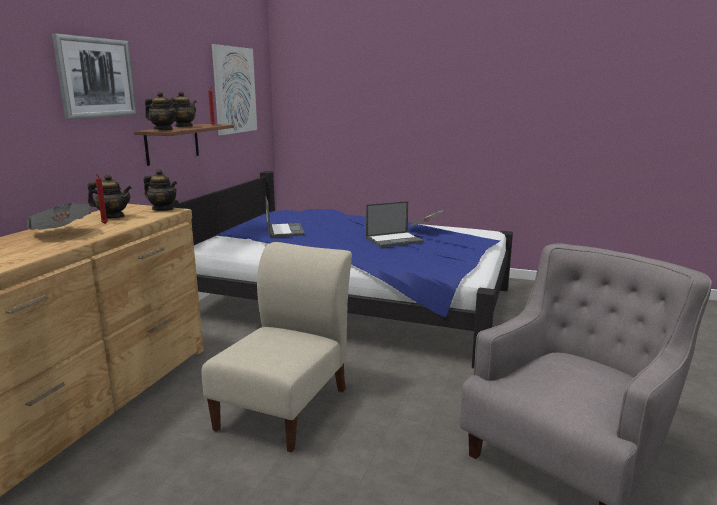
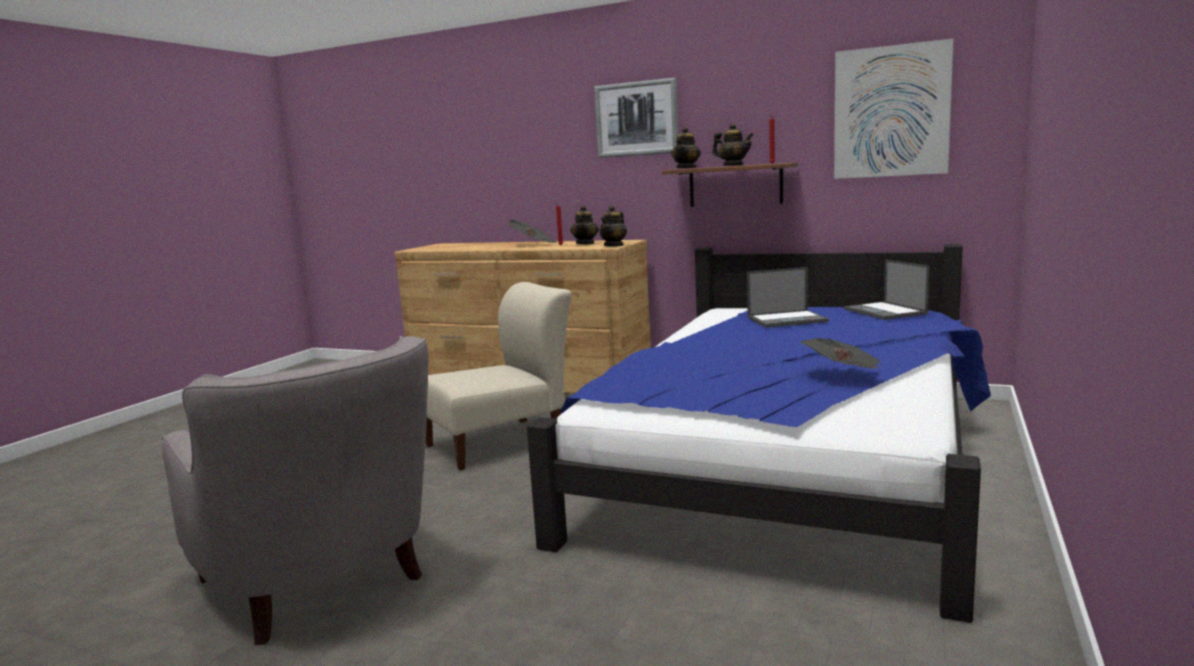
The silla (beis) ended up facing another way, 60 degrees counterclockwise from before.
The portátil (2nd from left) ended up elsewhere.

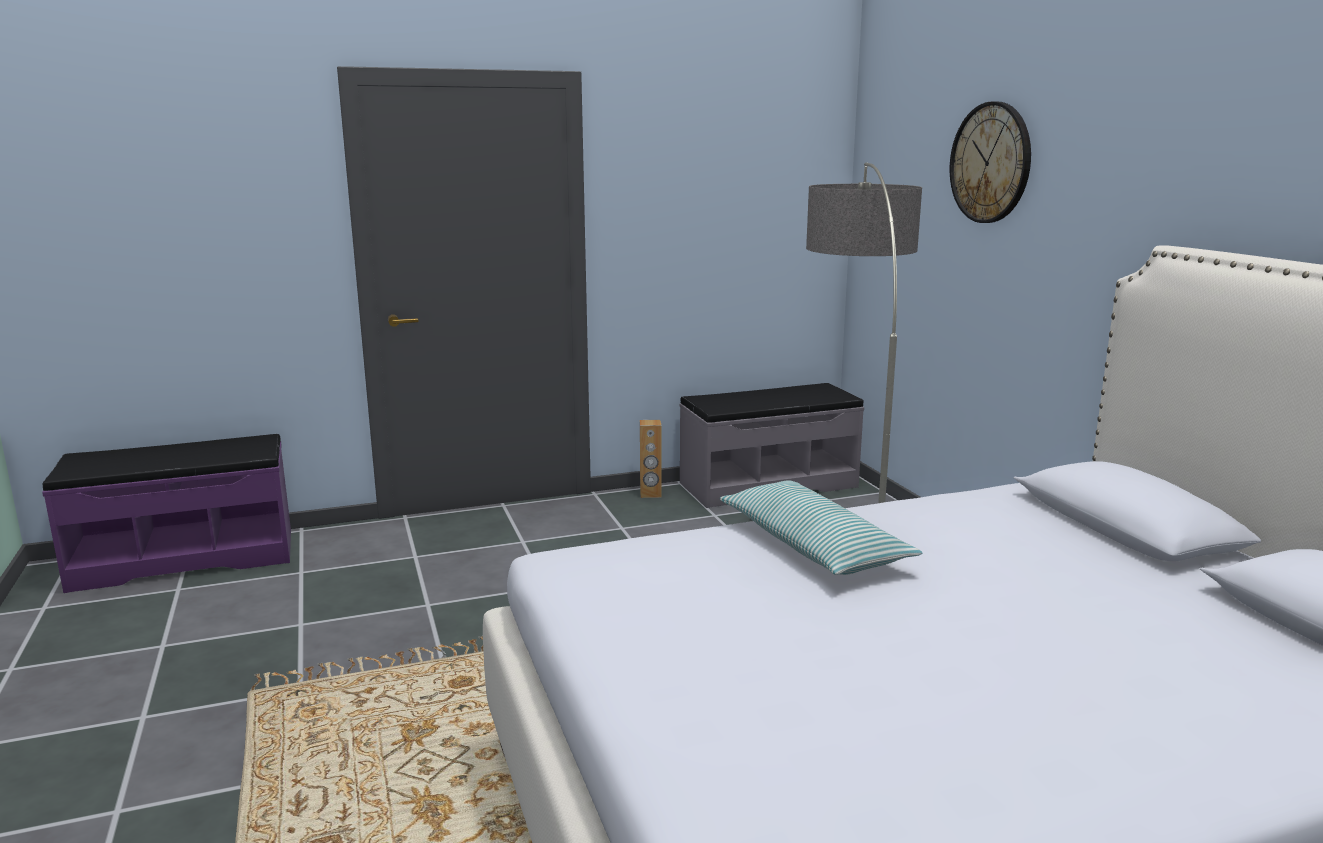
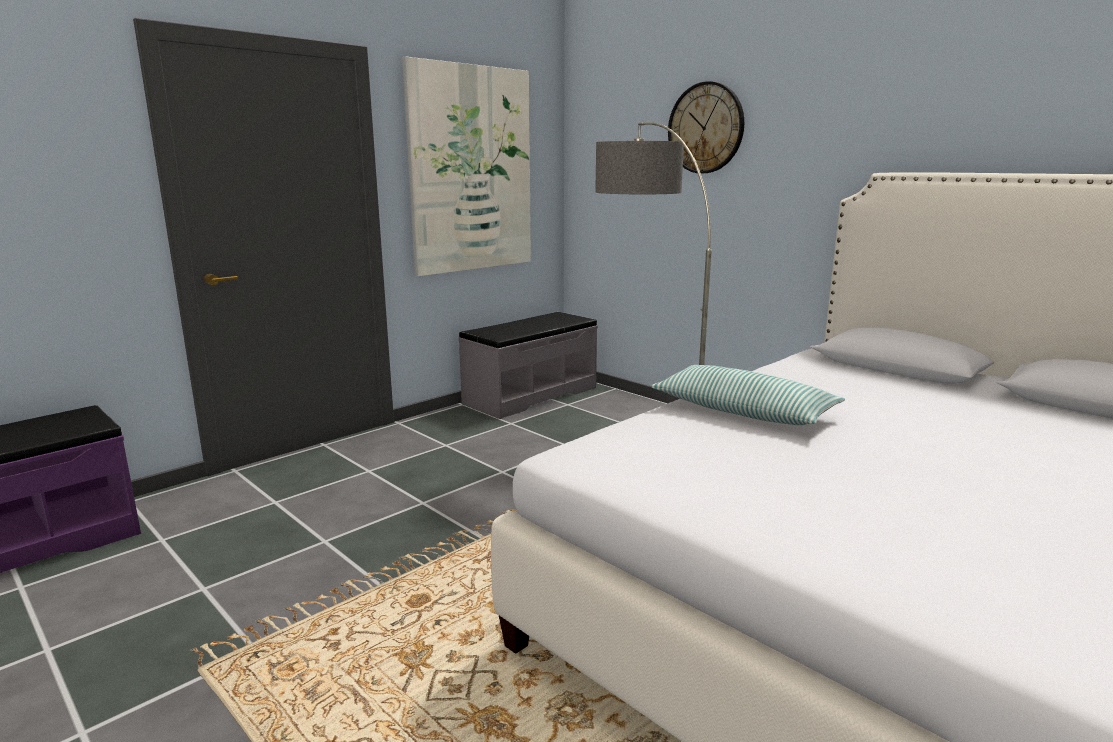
The second view gained the cuadro.
The second view lost the altavoz (marrón).

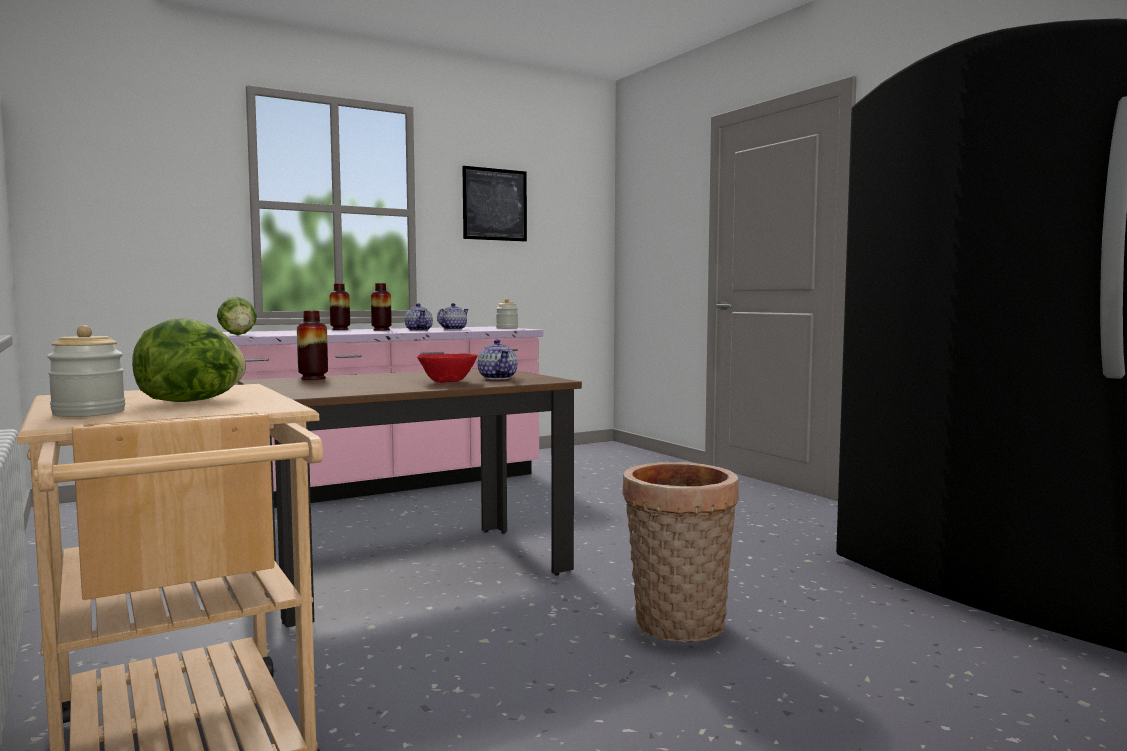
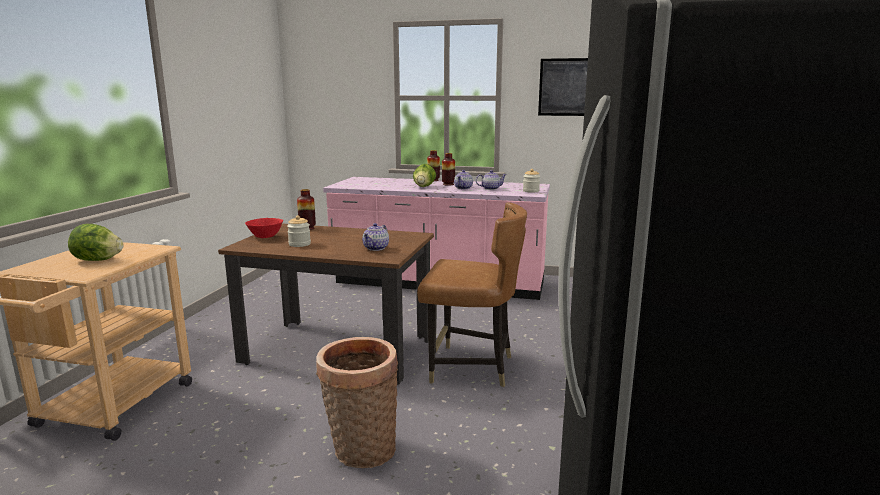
The cuenco (rojo) ended up elsewhere.
The tarro (1st from left) ended up elsewhere.
The lechuga (2nd from left) ended up elsewhere.
The second view gained the silla (marrón).

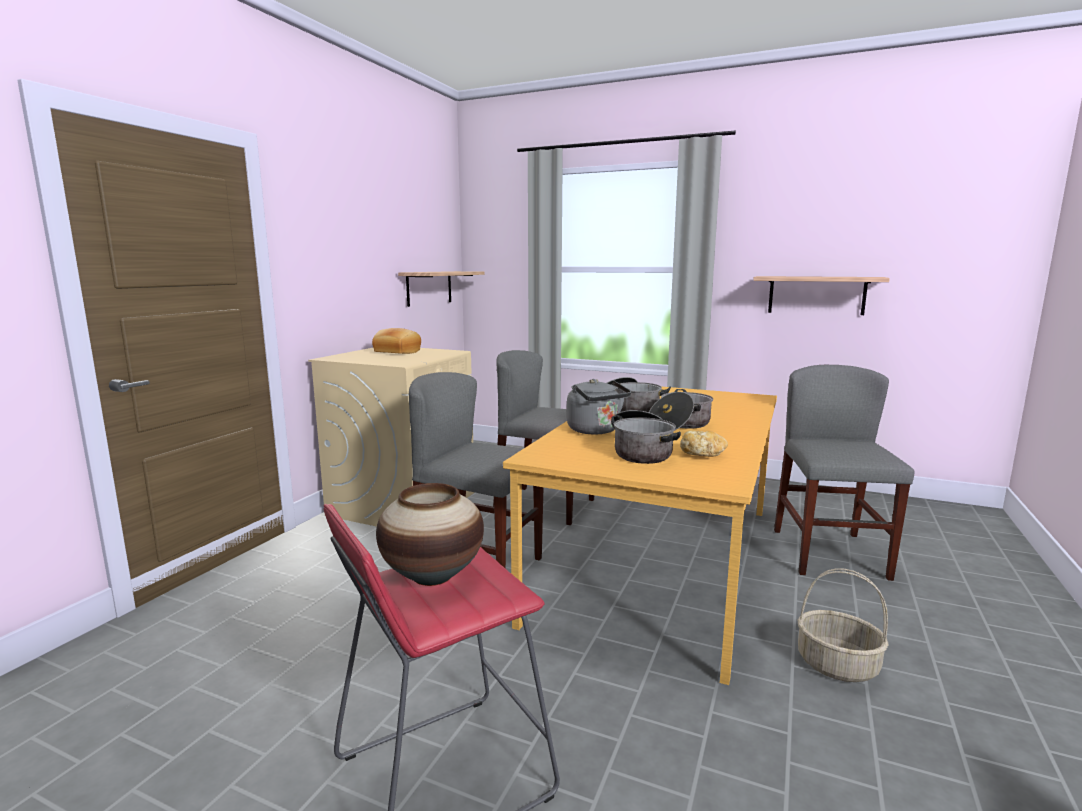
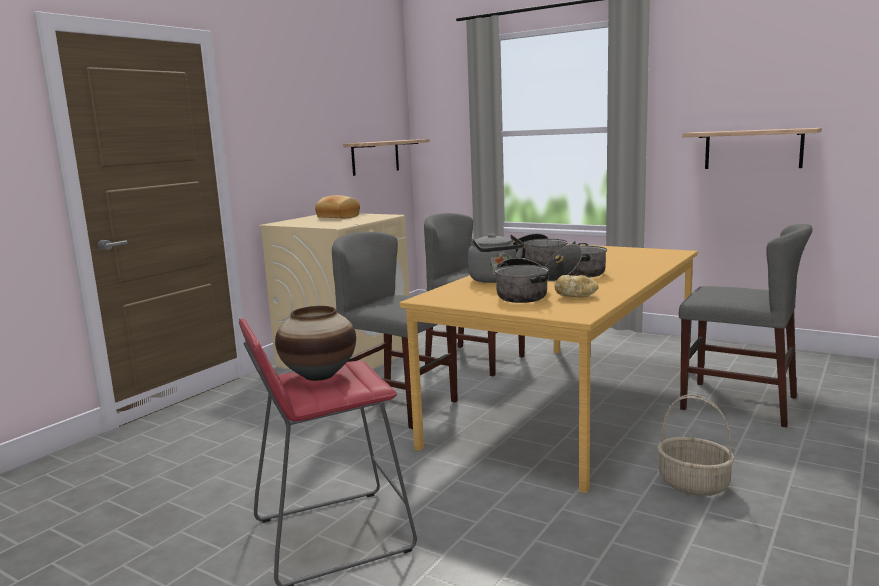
The silla (gris) (3rd from left) ended up facing another way, 105 degrees clockwise from before.

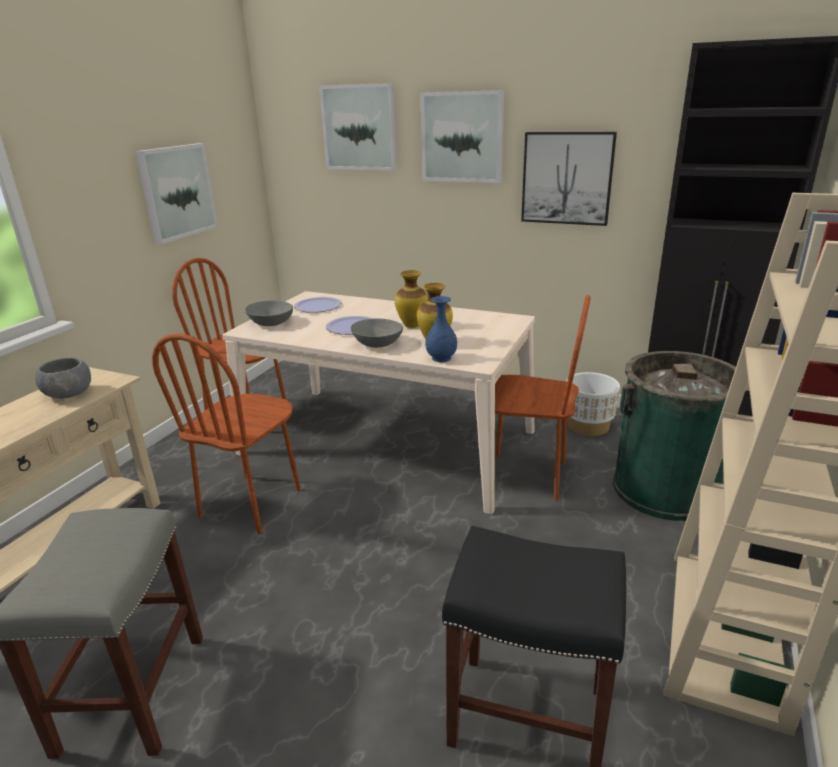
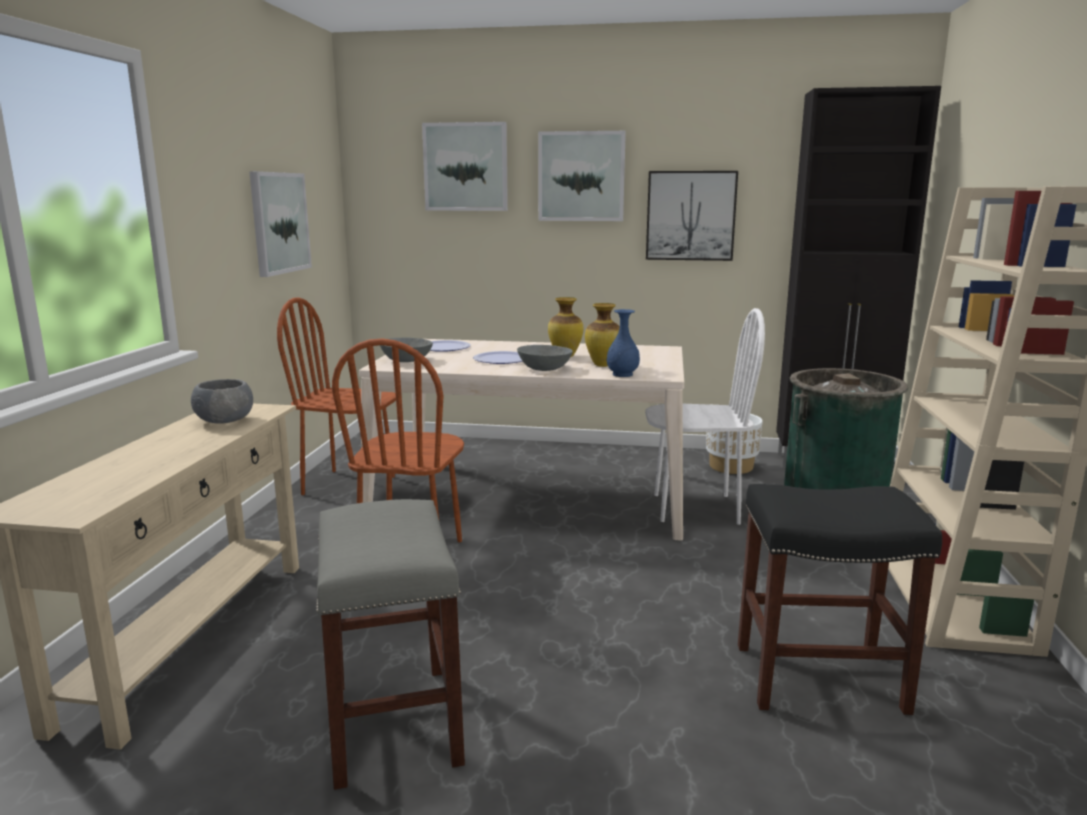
What was the silla (marrón) (3rd from left) turned into the silla (blanco).

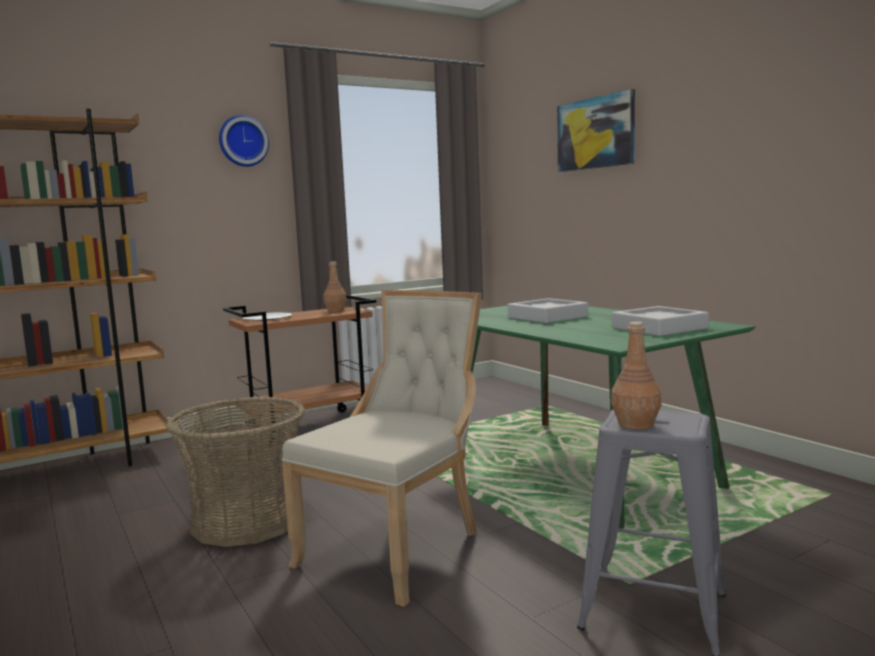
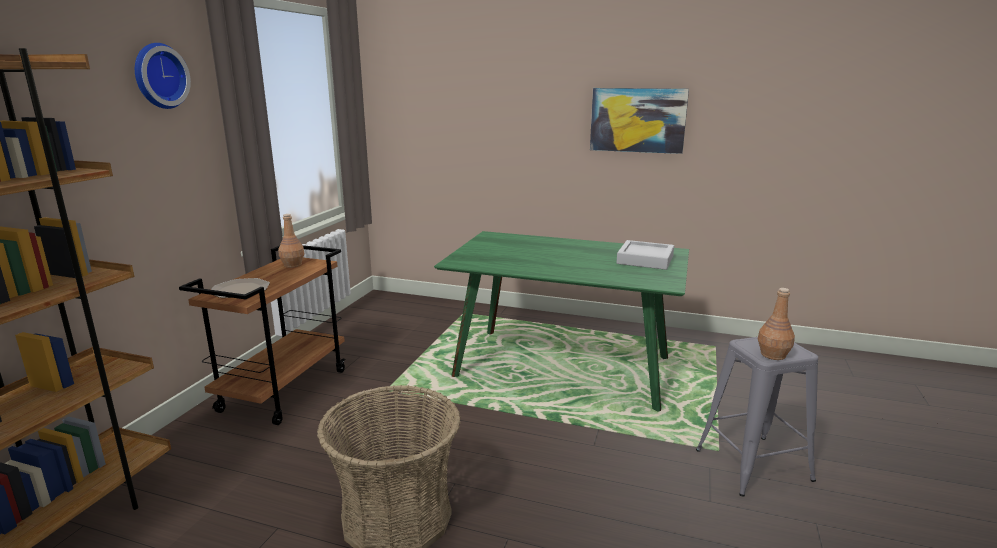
The cuadro ended up elsewhere.
The second view lost the silla (beis).
The second view lost the bandeja (gris) (1st from left).

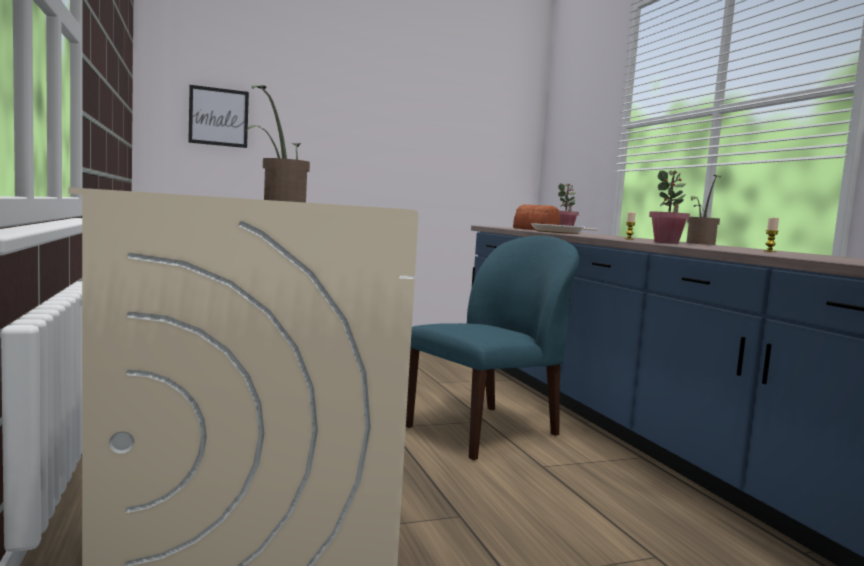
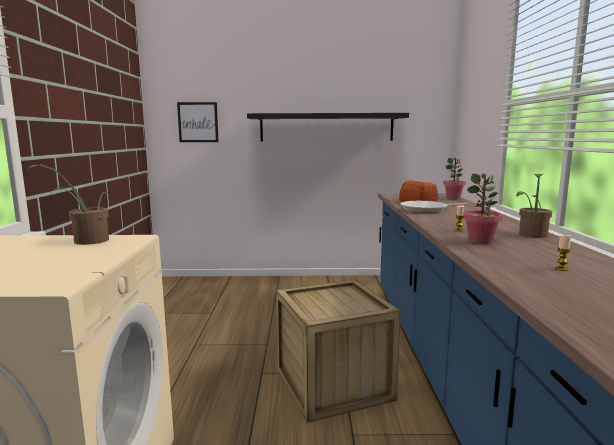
The second view gained the estante (negro).
Where the silla (azul) stood, the caja de embalaje came to stand.

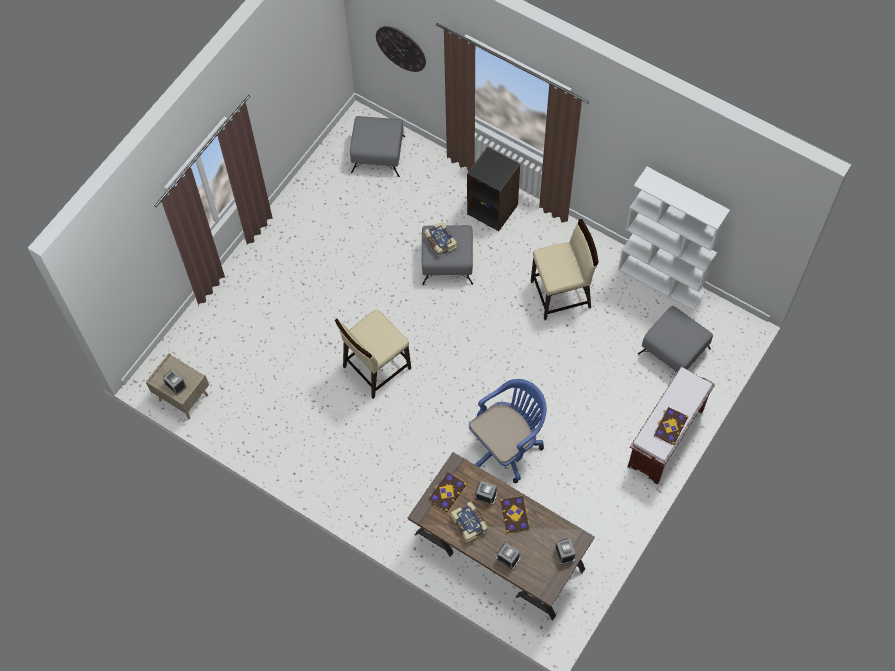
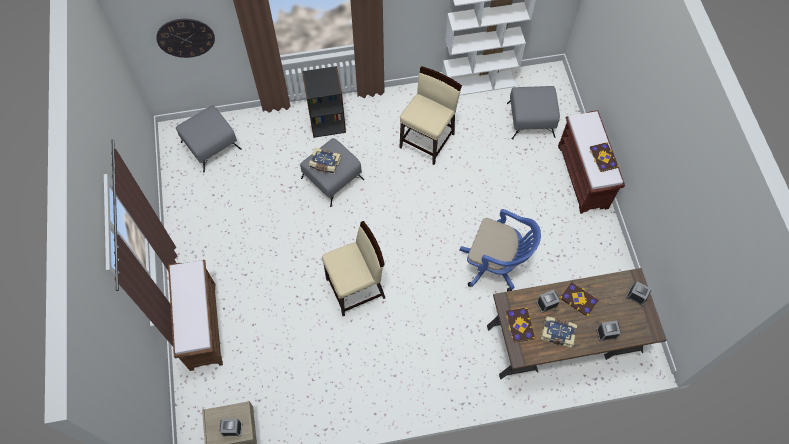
The second view gained the banco (marrón) (1st from left).
The silla (beis) (1st from left) ended up facing another way, 120 degrees counterclockwise from before.
The silla de oficina (azul) ended up facing another way, 105 degrees clockwise from before.

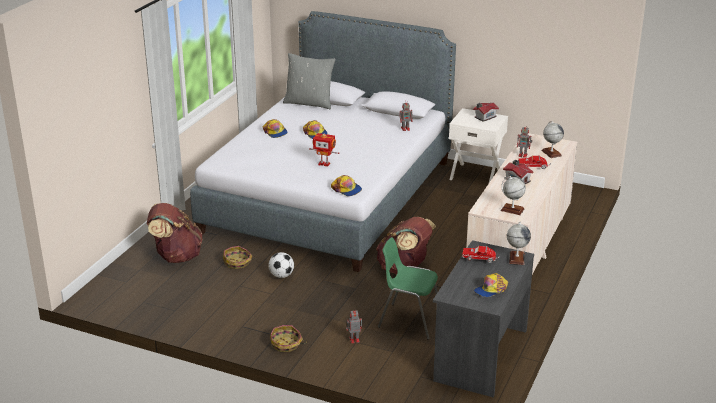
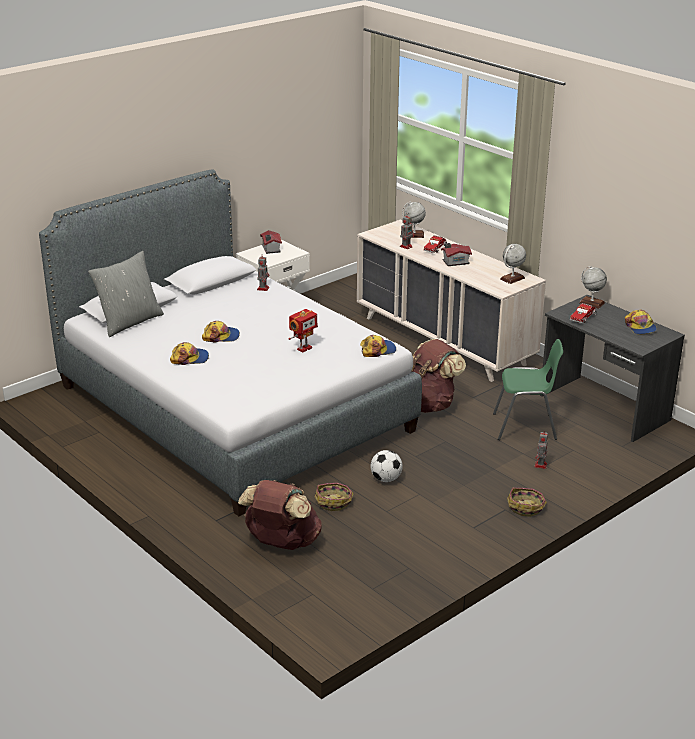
The silla (verde) ended up facing another way, 135 degrees counterclockwise from before.

